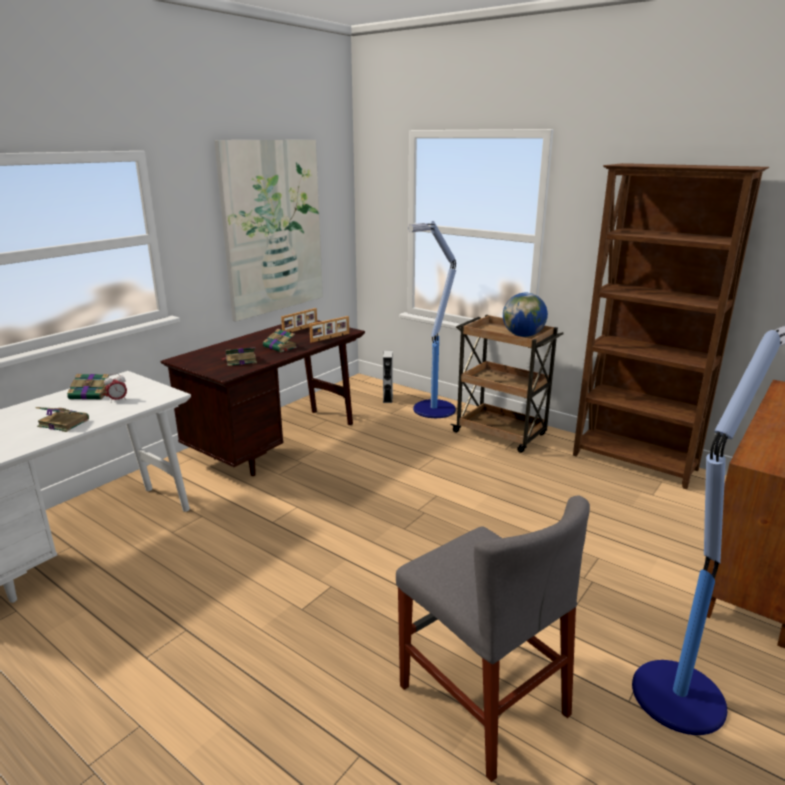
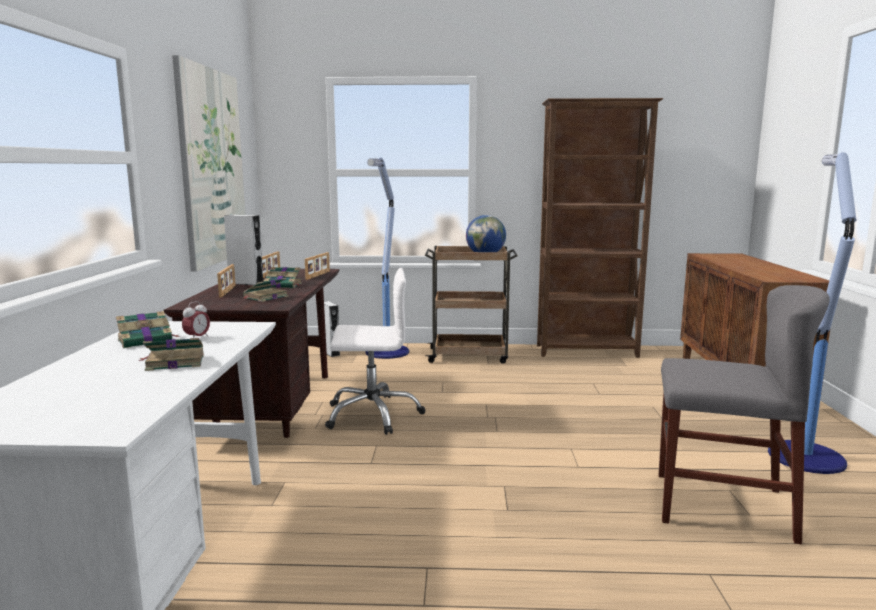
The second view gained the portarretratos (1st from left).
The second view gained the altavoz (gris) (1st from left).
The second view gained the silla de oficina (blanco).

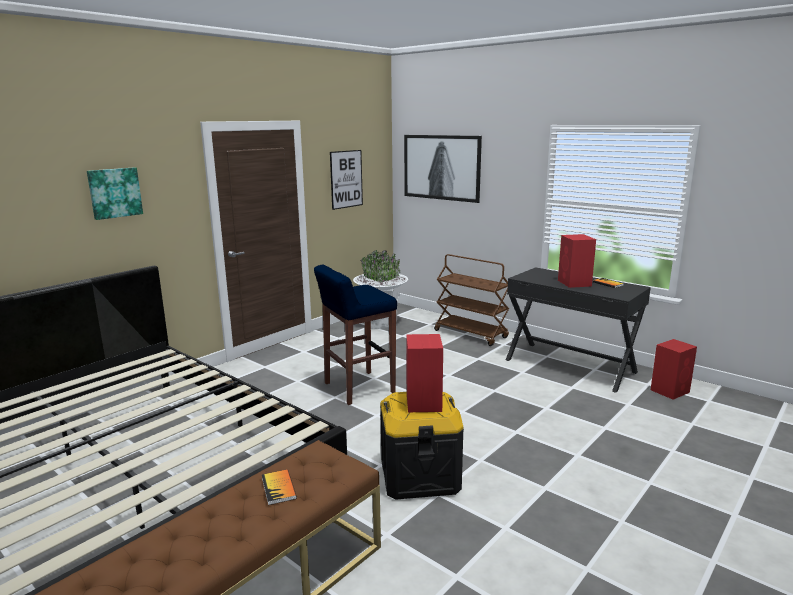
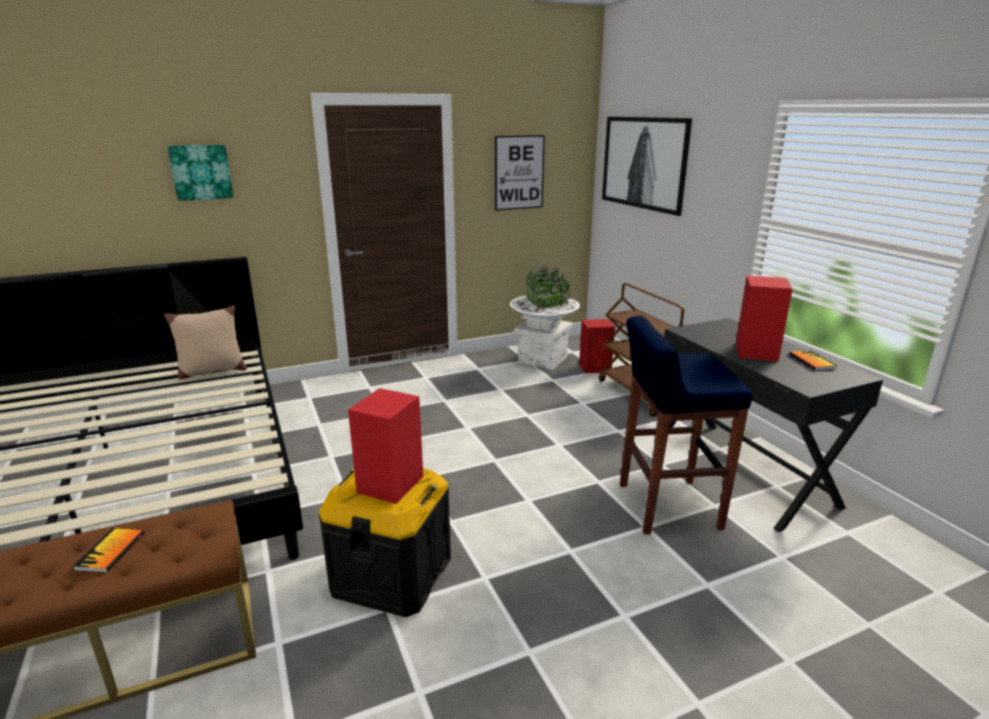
The second view gained the cojín (beis).
The altavoz (rojo) (3rd from left in the first image) ended up elsewhere.
The taburete (azul) ended up elsewhere.

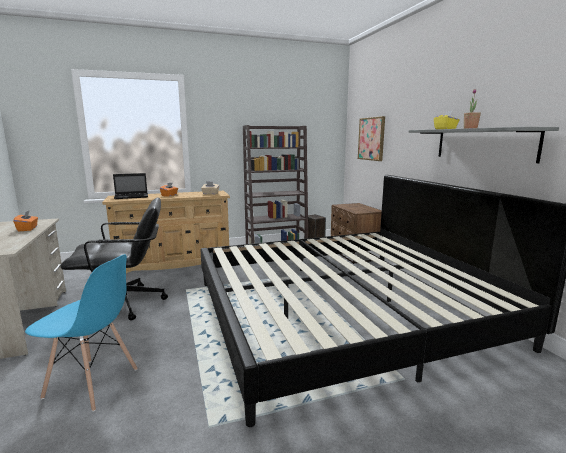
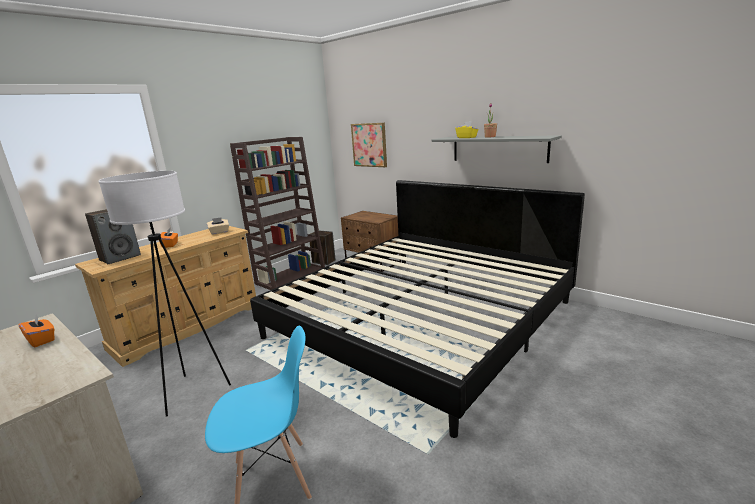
Where the portátil stood, the altavoz (1st from left) came to stand.
Where the silla de oficina (negro) stood, the lámpara de pie (blanco) came to stand.

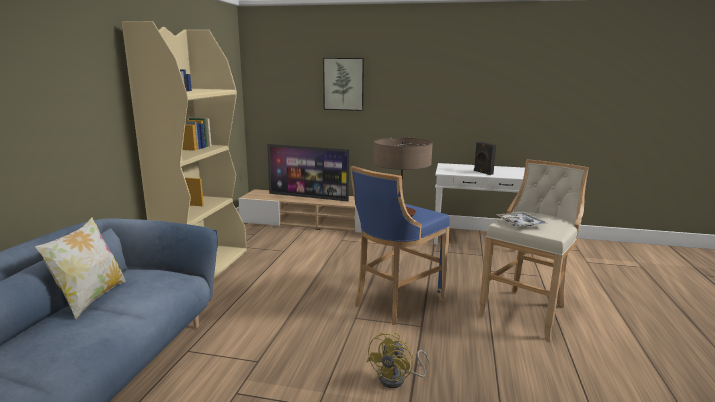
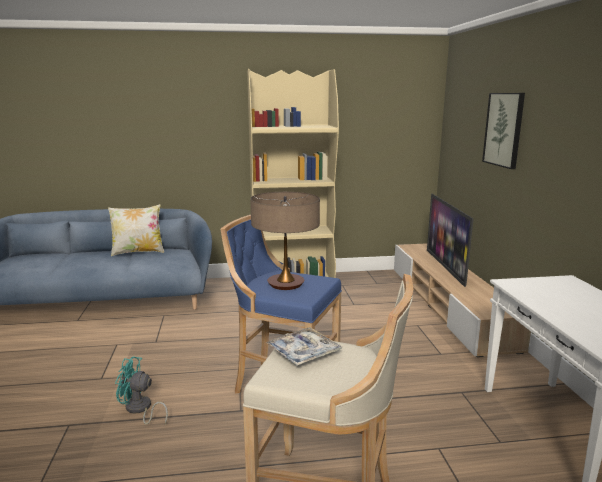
What was the ventilador (amarillo) turned into the ventilador (turquesa).
The second view lost the altavoz (negro).

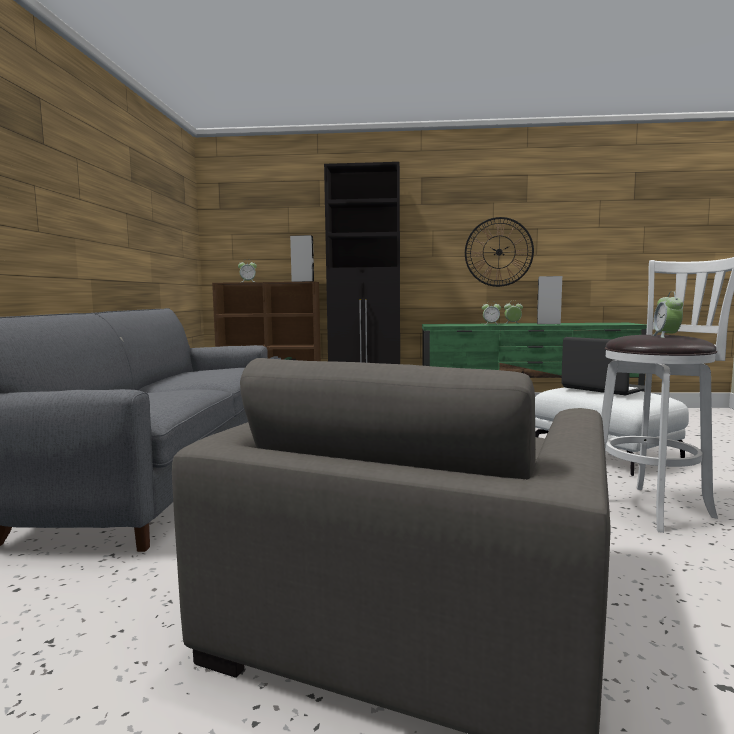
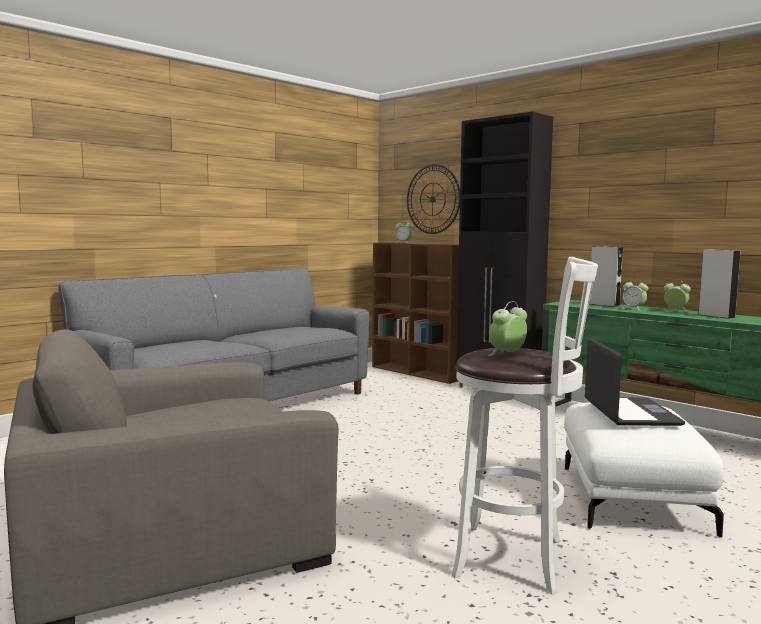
The reloj de pared ended up elsewhere.
The altavoz (gris) (1st from left) ended up elsewhere.

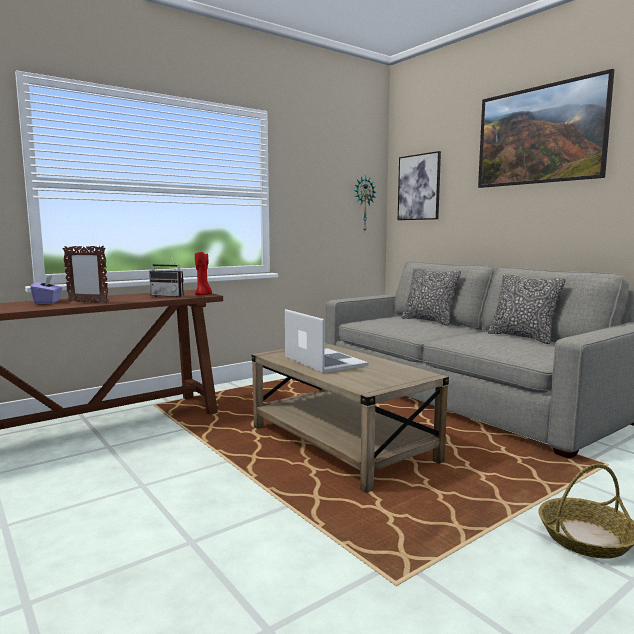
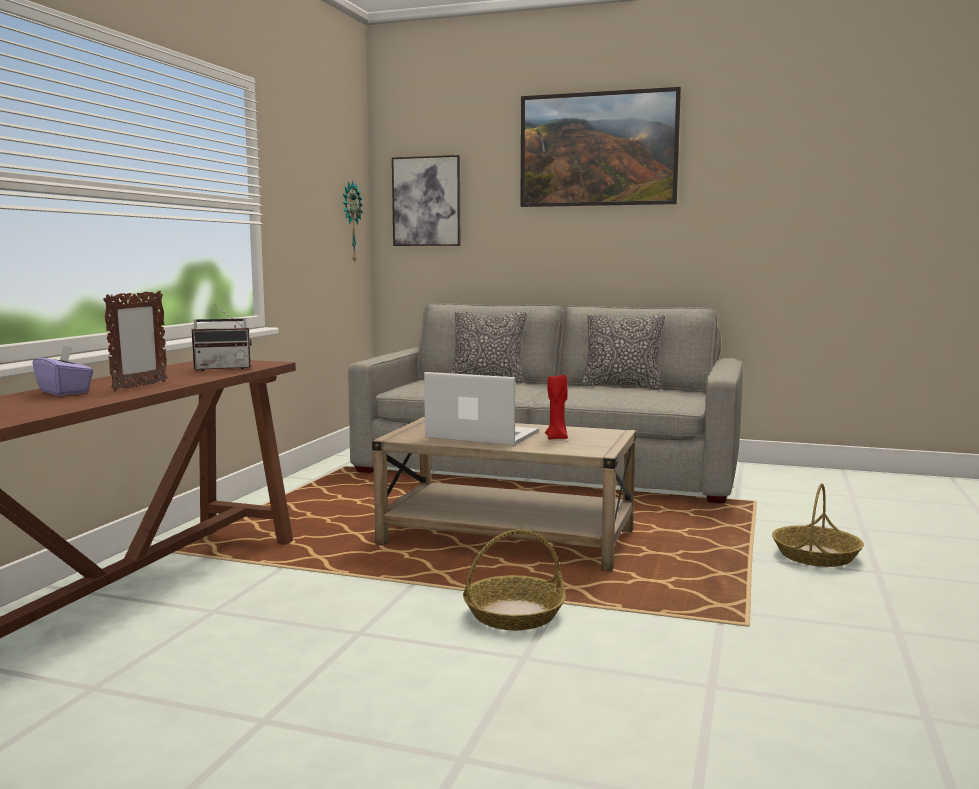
The portarretratos ended up facing another way, 45 degrees counterclockwise from before.
The second view gained the cesta (1st from left).
The vela (rojo) ended up elsewhere.

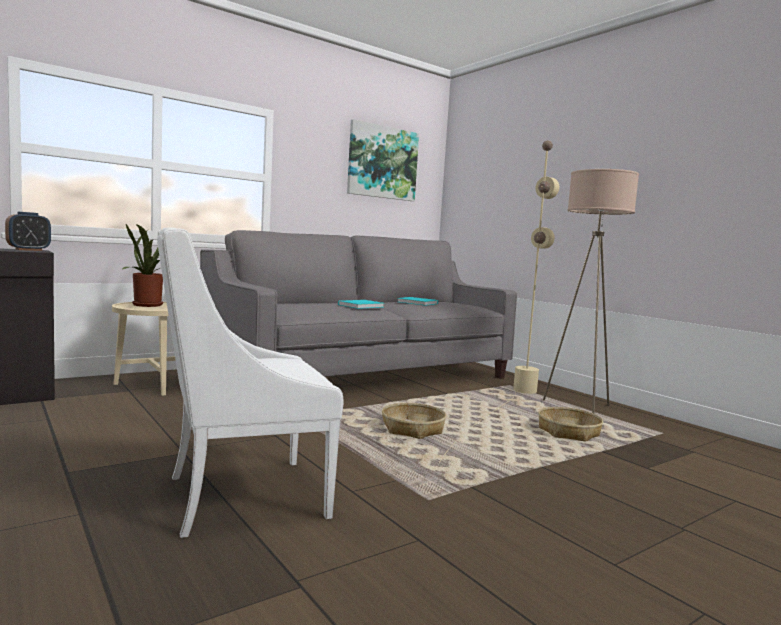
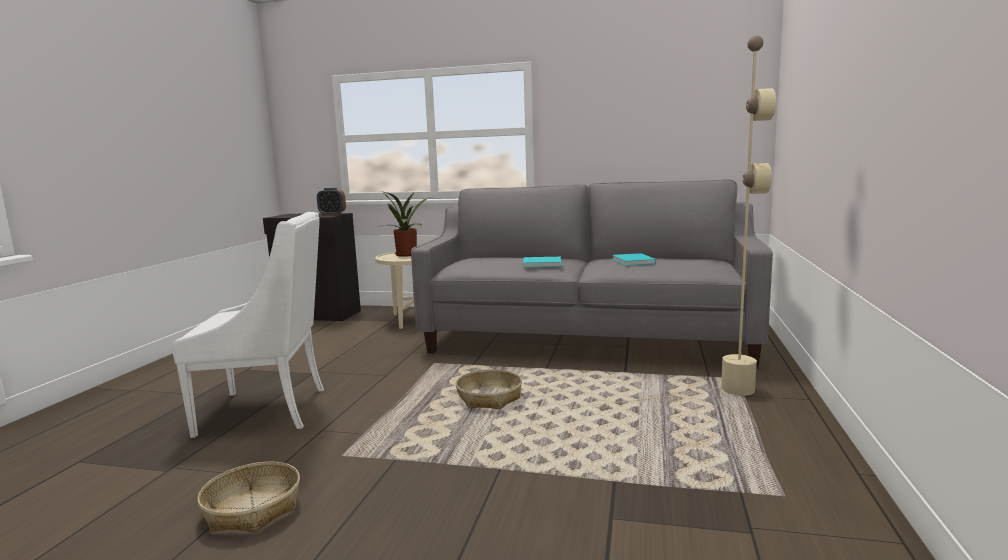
The sillón (blanco) ended up facing another way, 150 degrees clockwise from before.
The cesta (2nd from left in the first image) ended up elsewhere.
The second view lost the cuadro.
The second view lost the lámpara de pie (beis) (2nd from left).

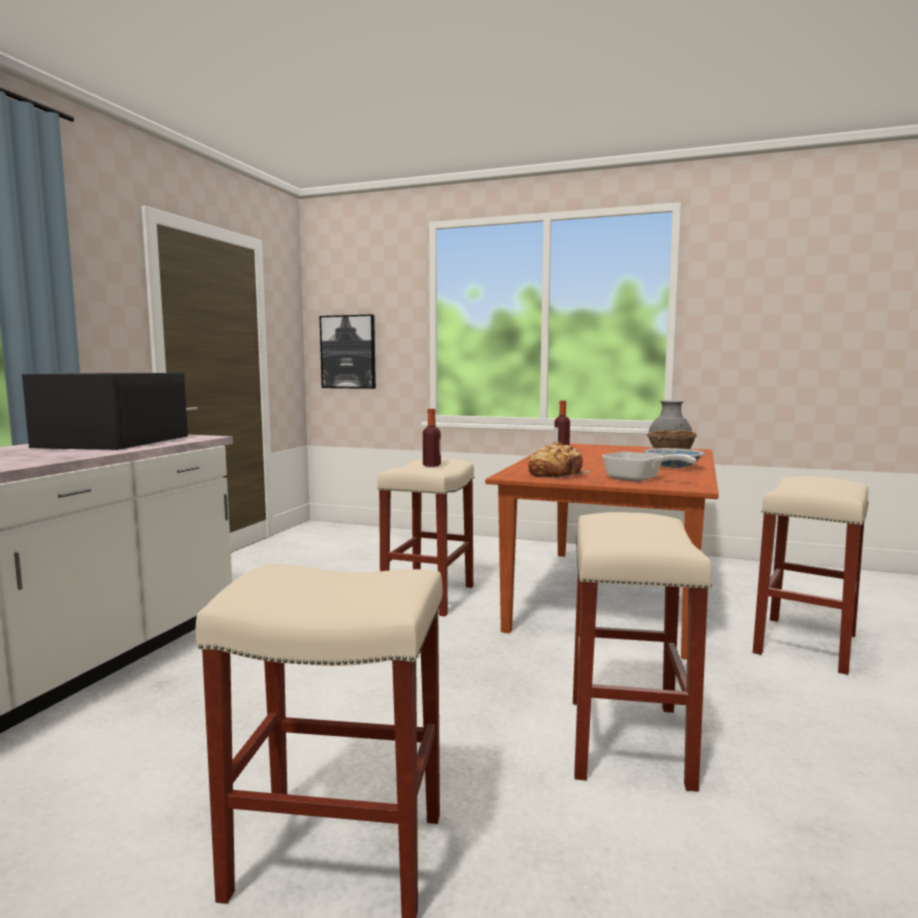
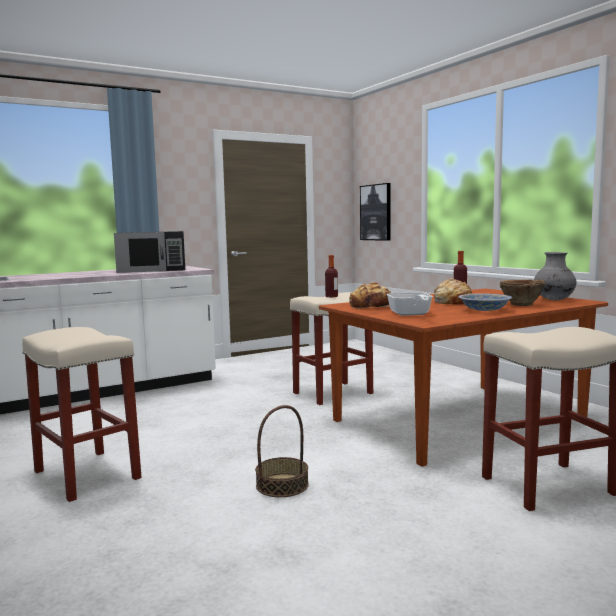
The microondas (negro) ended up facing another way, 150 degrees counterclockwise from before.
Where the taburete (beis) (3rd from left) stood, the cesta came to stand.
The second view gained the pan (2nd from left).

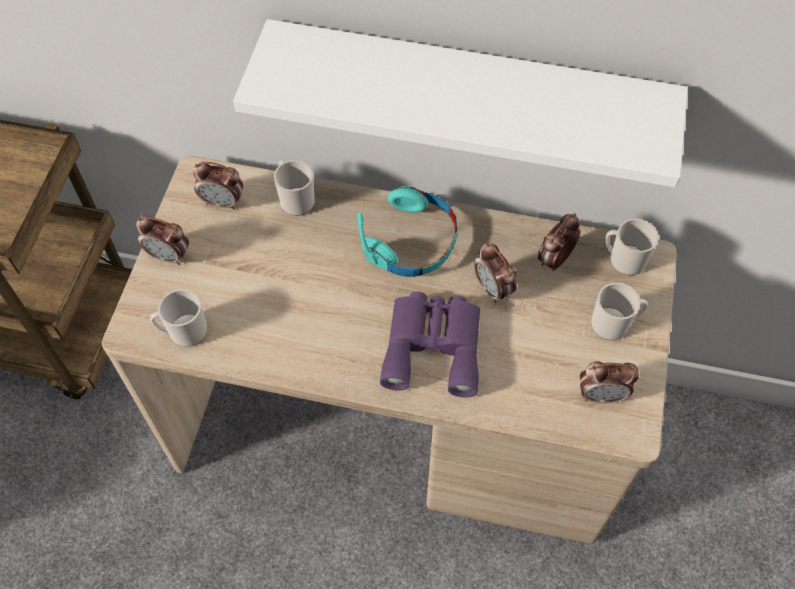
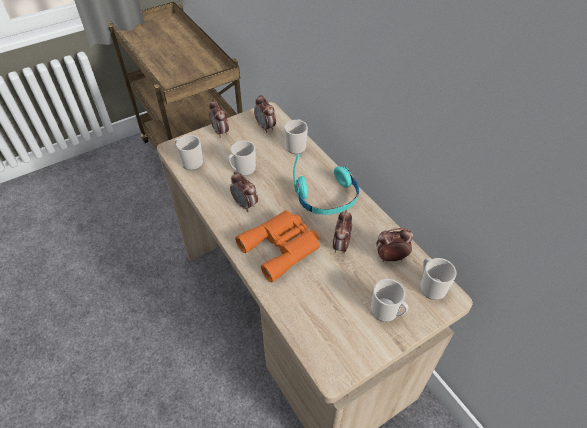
The second view gained the taza grande (2nd from left).
The despertador (5th from left in the first image) ended up elsewhere.
What was the prismáticos (morado) turned into the prismáticos (naranja).
The second view lost the estante (blanco).

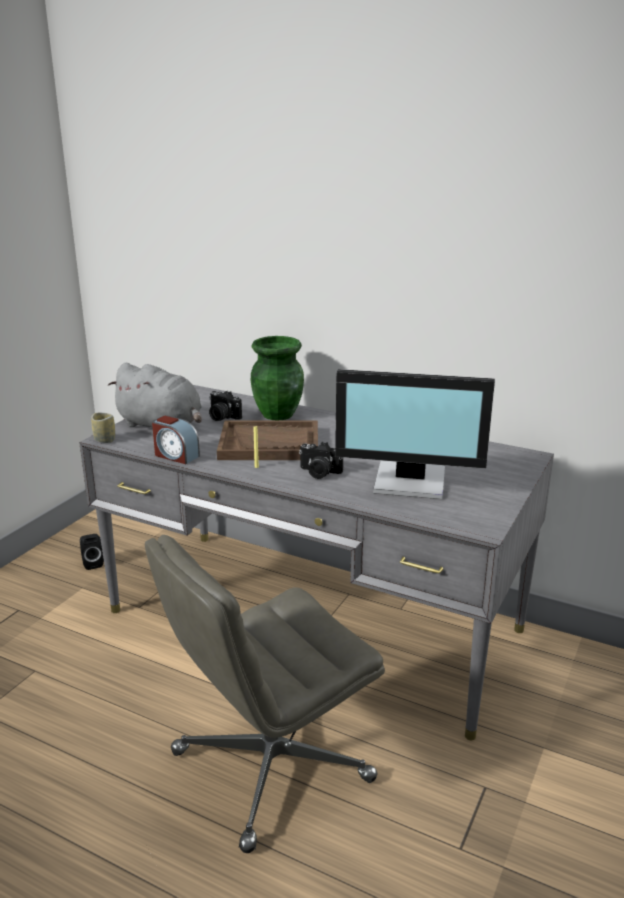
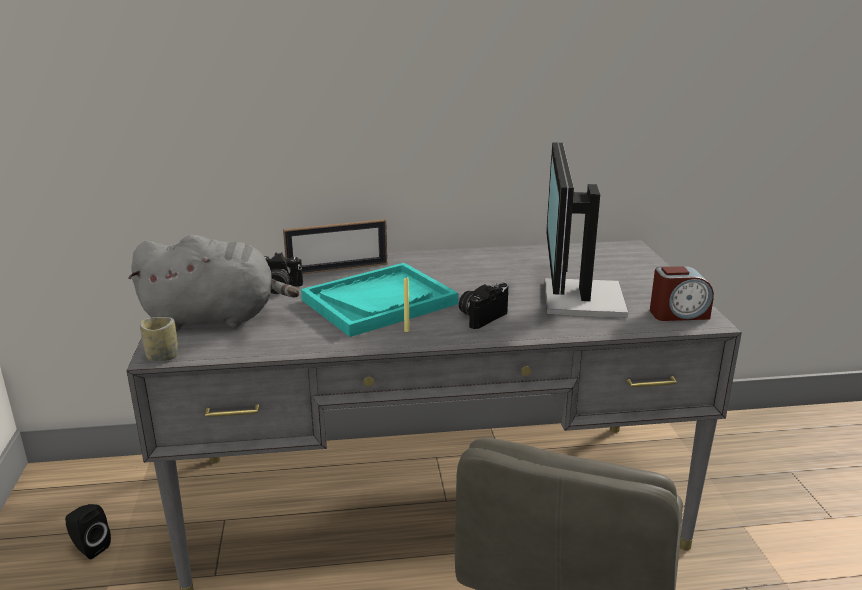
Where the florero (verde) stood, the portarretratos came to stand.
What was the bandeja (marrón) turned into the bandeja (turquesa).
The cámara (2nd from left) ended up facing another way, 150 degrees clockwise from before.
The monitor ended up facing another way, 120 degrees clockwise from before.
The despertador ended up elsewhere.

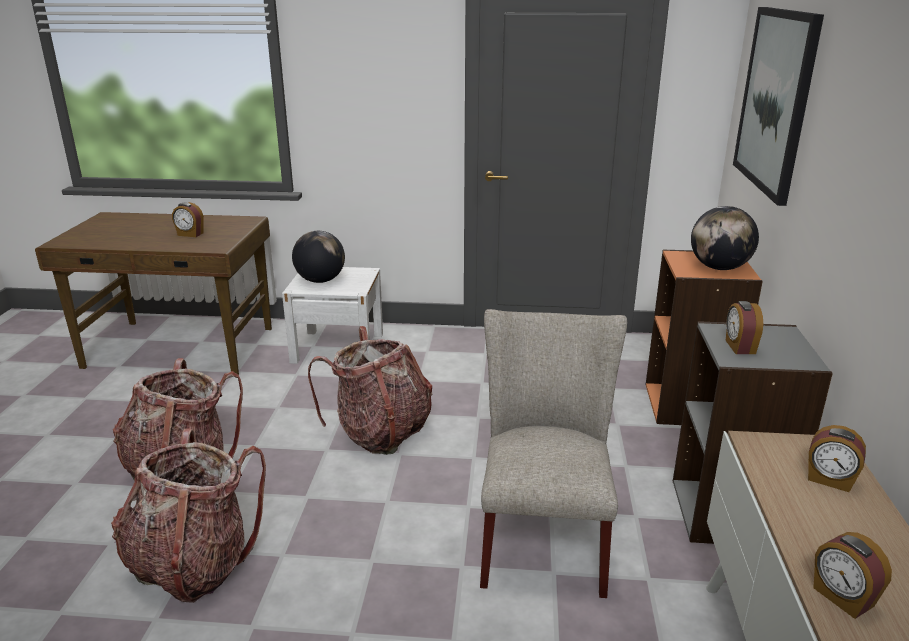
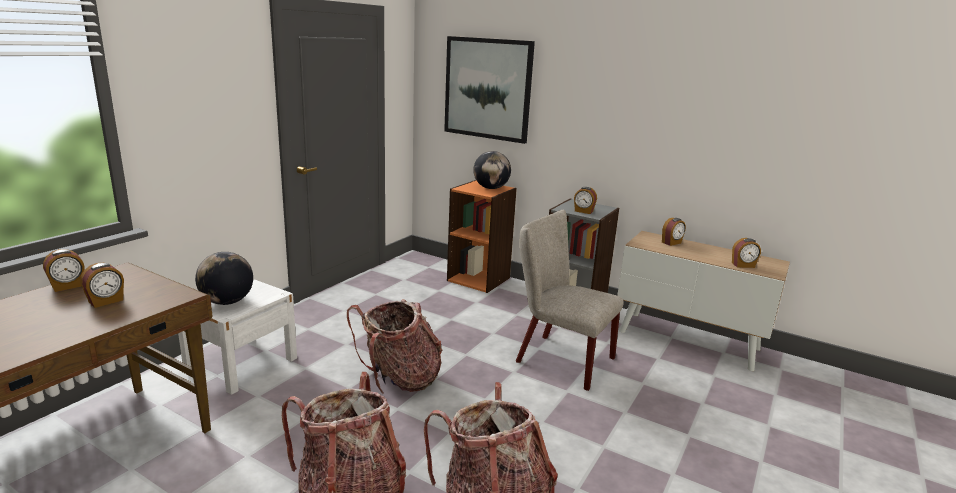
The second view gained the despertador (1st from left).

